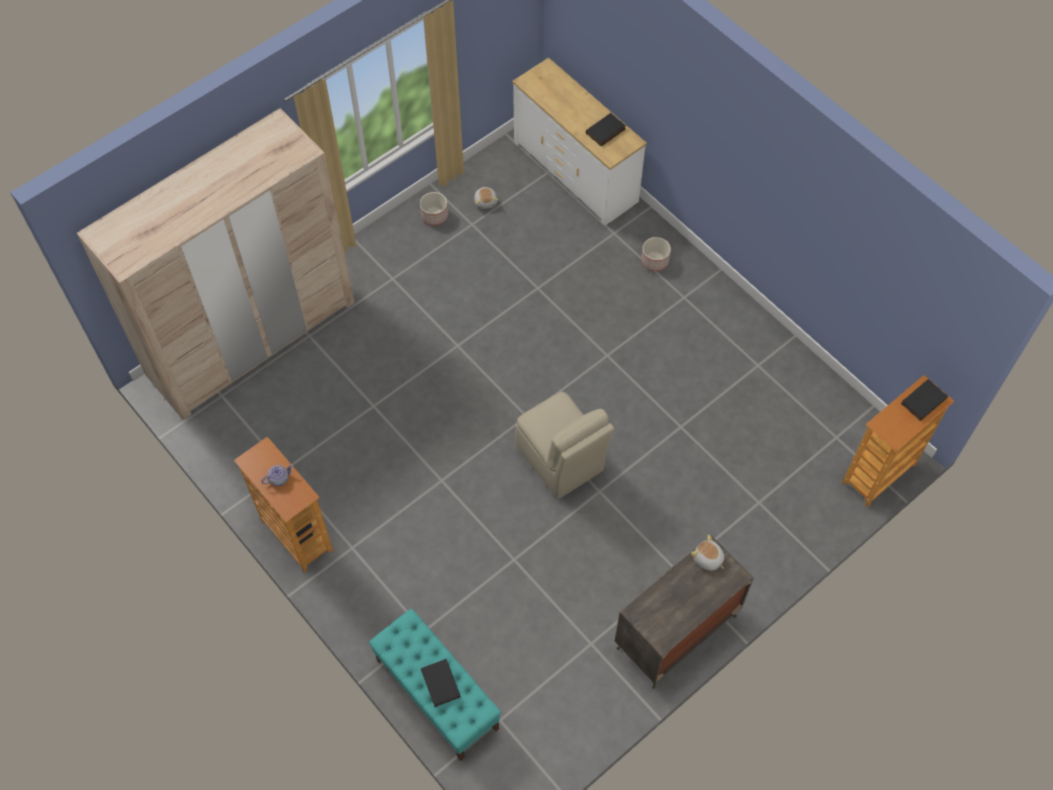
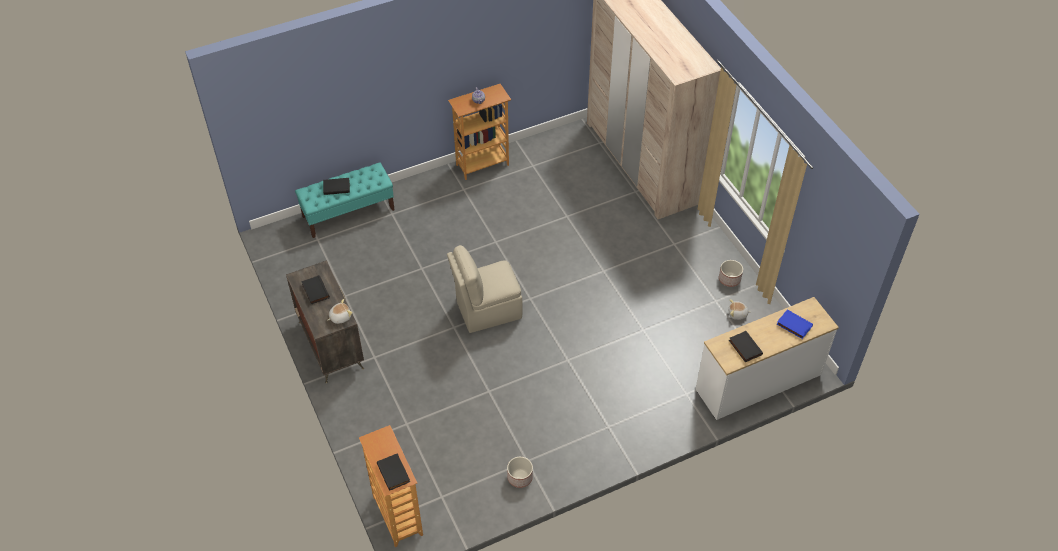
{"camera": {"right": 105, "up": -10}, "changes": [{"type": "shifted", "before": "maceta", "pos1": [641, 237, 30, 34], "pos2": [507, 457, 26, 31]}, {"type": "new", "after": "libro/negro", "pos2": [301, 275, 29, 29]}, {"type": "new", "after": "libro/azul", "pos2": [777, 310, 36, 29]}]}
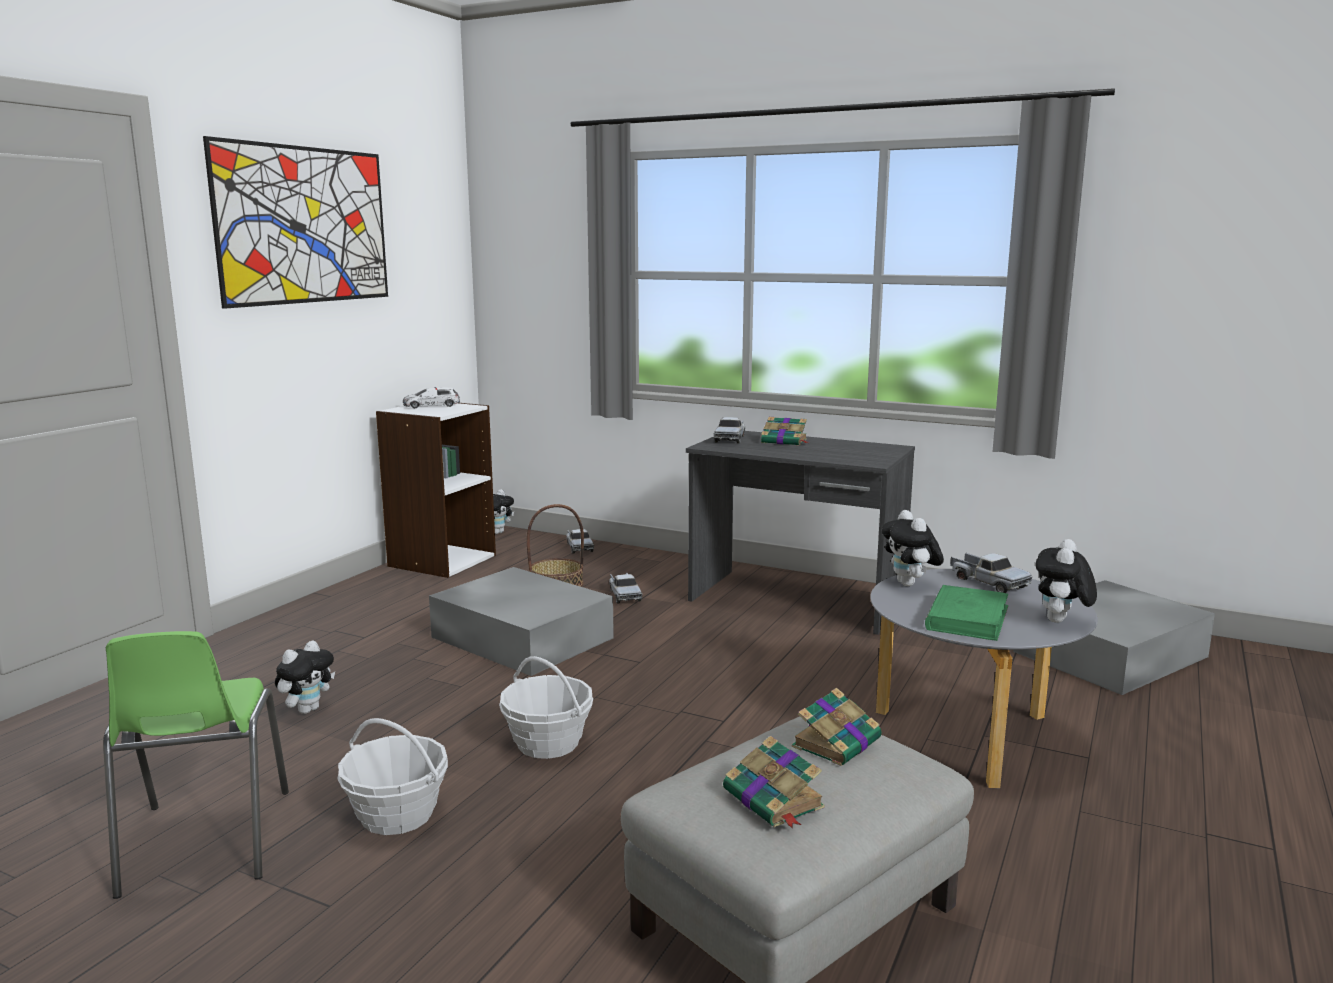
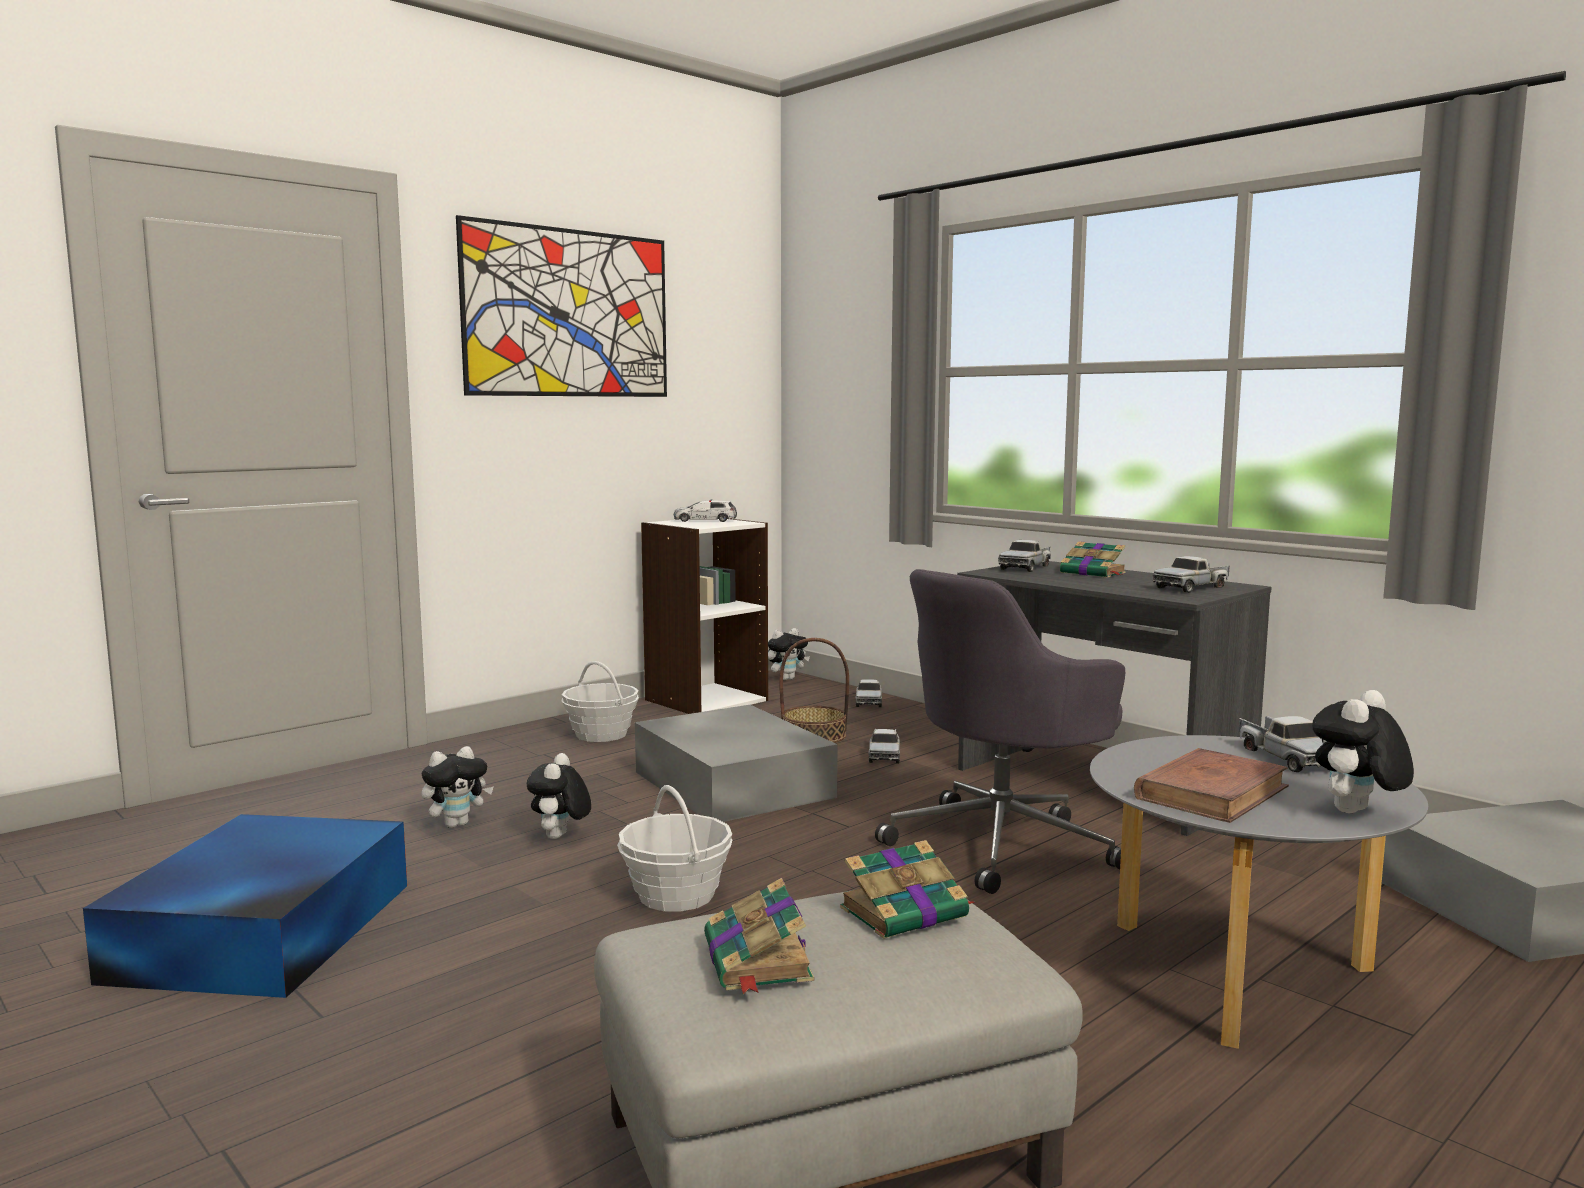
{"camera": {"right": 20, "up": -5}, "changes": [{"type": "swapped", "before": "silla/verde", "after": "caja de almacenaje/azul", "pos1": [103, 631, 186, 268], "pos2": [83, 814, 324, 184]}, {"type": "shifted", "before": "cesta", "pos1": [337, 718, 111, 117], "pos2": [562, 661, 77, 81]}, {"type": "shifted", "before": "peluche", "pos1": [882, 510, 62, 76], "pos2": [527, 753, 64, 86]}, {"type": "repainted", "before": "libro/verde", "after": "libro/marrón", "pos1": [925, 585, 83, 56], "pos2": [1134, 748, 155, 75]}, {"type": "new", "after": "silla de oficina/gris", "pos2": [875, 569, 250, 325]}, {"type": "new", "after": "camión de juguete", "pos2": [1152, 556, 77, 37]}]}
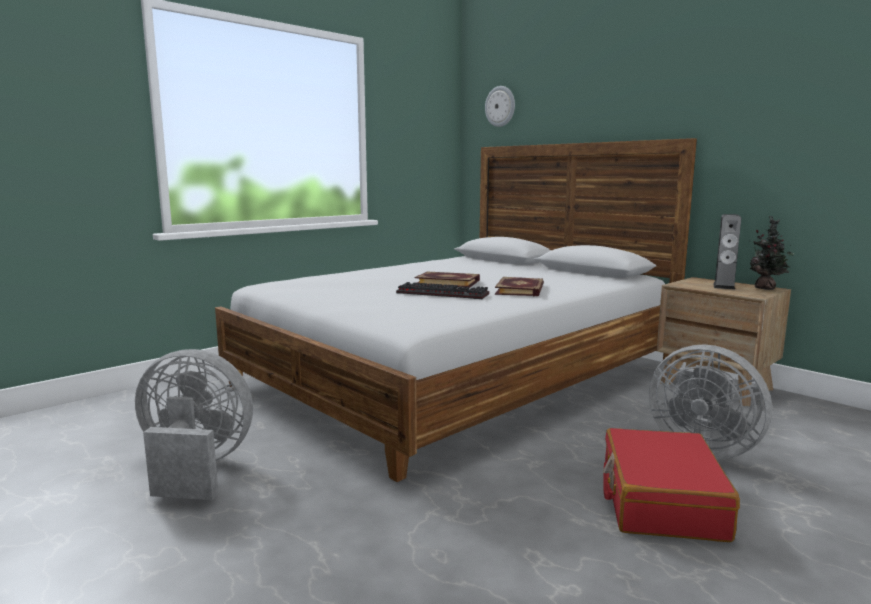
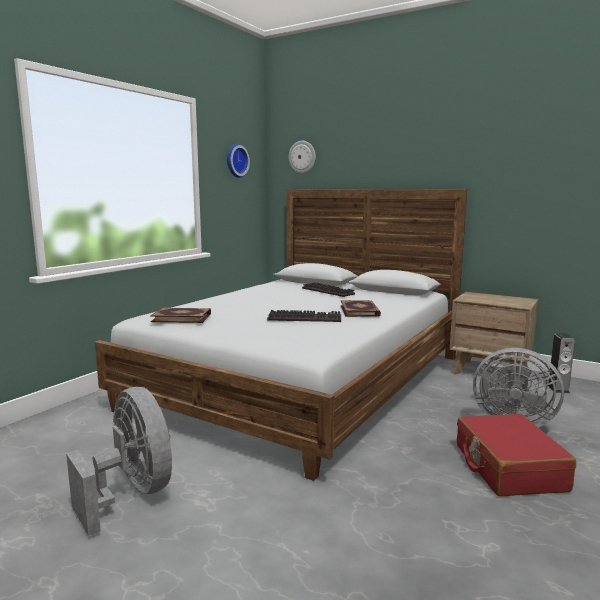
{"camera": {"right": -15, "up": 0}, "changes": [{"type": "rotated", "before": "ventilador/gris", "pos1": [135, 349, 118, 151], "pos2": [66, 387, 106, 149], "turn": 60}, {"type": "shifted", "before": "libro", "pos1": [414, 272, 66, 16], "pos2": [150, 308, 61, 15]}, {"type": "shifted", "before": "altavoz", "pos1": [713, 214, 28, 76], "pos2": [548, 333, 27, 60]}, {"type": "gone", "before": "planta en maceta", "pos1": [750, 216, 45, 74]}, {"type": "new", "after": "reloj de pared", "pos2": [227, 144, 23, 34]}, {"type": "new", "after": "teclado", "pos2": [302, 282, 53, 15]}]}
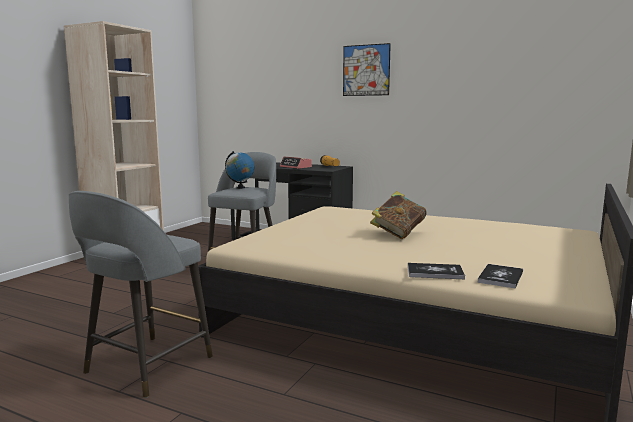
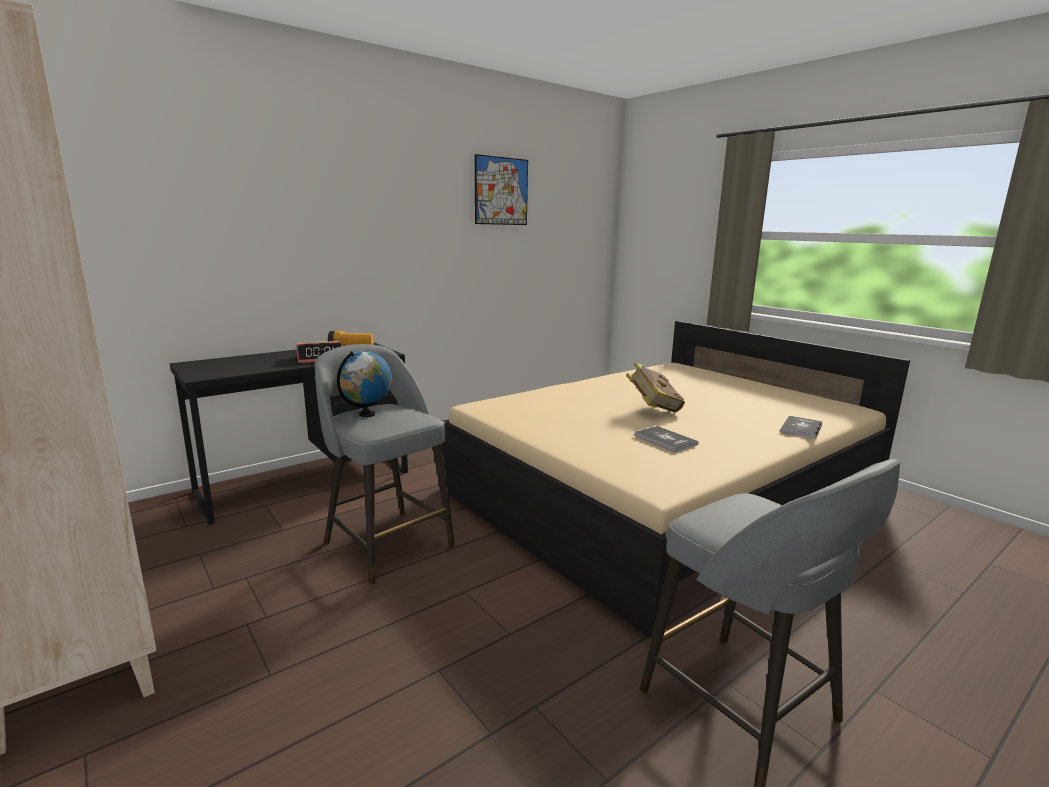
{"camera": {"right": -65, "up": 5}, "changes": [{"type": "shifted", "before": "cuadro", "pos1": [343, 43, 48, 53], "pos2": [475, 154, 53, 71]}, {"type": "shifted", "before": "libro", "pos1": [477, 264, 46, 25], "pos2": [634, 426, 64, 26]}]}
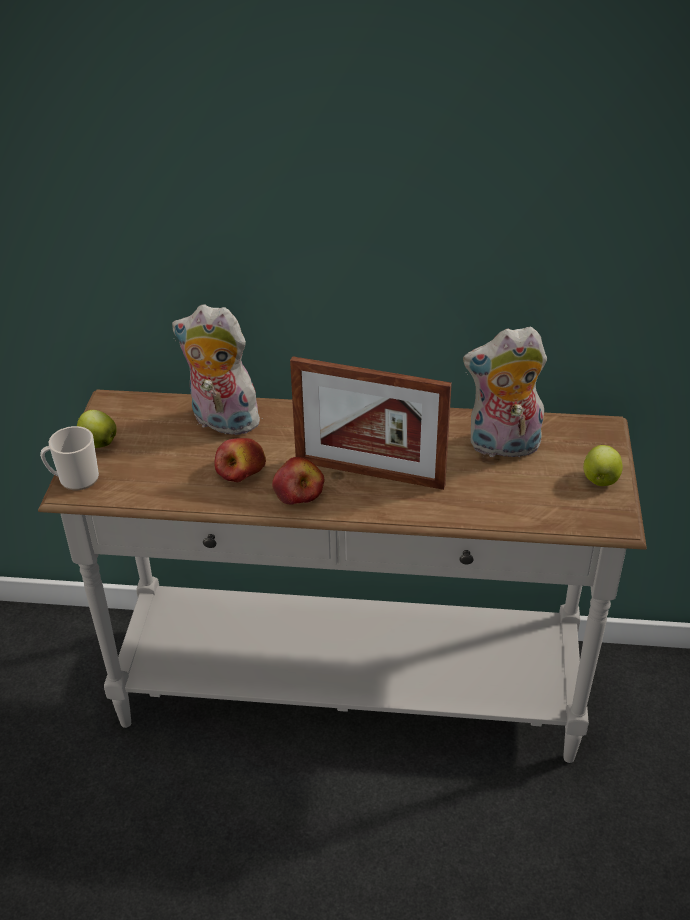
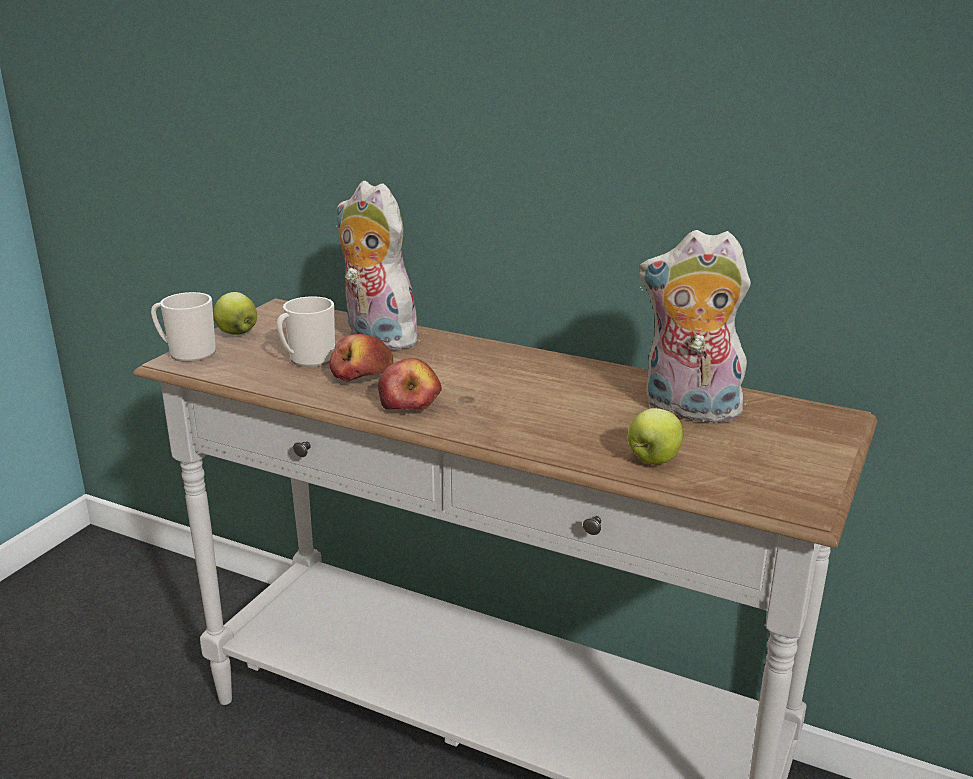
{"camera": {"right": 20, "up": -15}, "changes": [{"type": "gone", "before": "portarretratos", "pos1": [290, 356, 162, 134]}, {"type": "shifted", "before": "manzana", "pos1": [583, 445, 40, 41], "pos2": [628, 408, 56, 57]}, {"type": "new", "after": "taza grande", "pos2": [277, 296, 58, 71]}]}
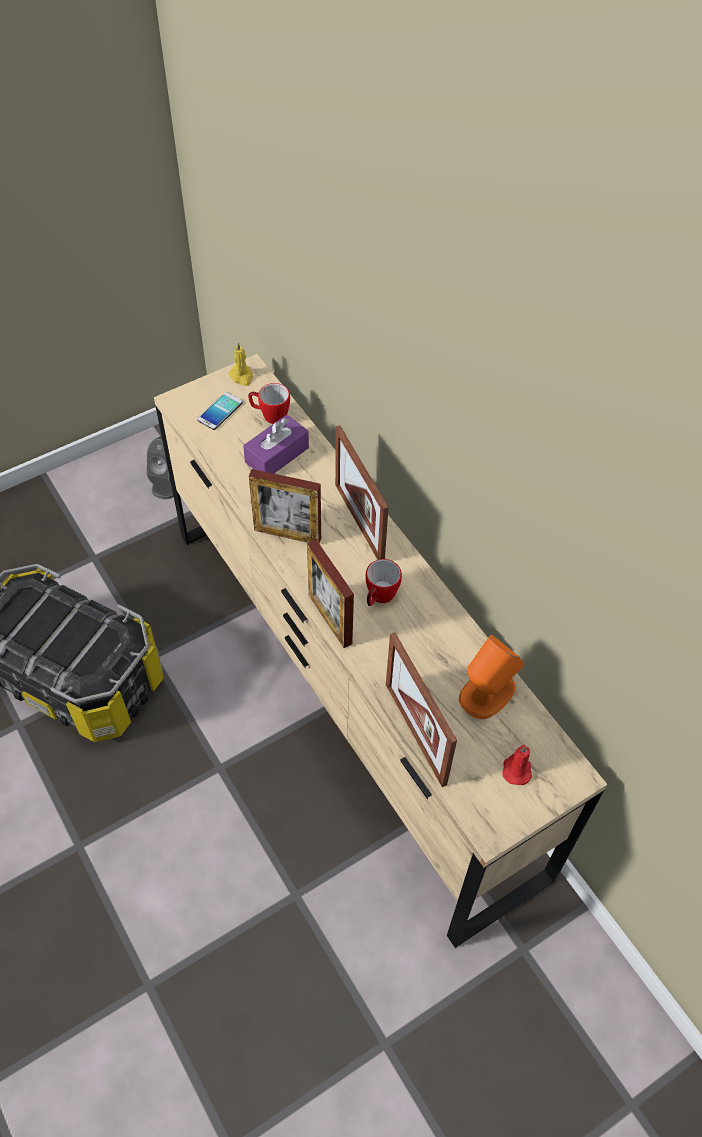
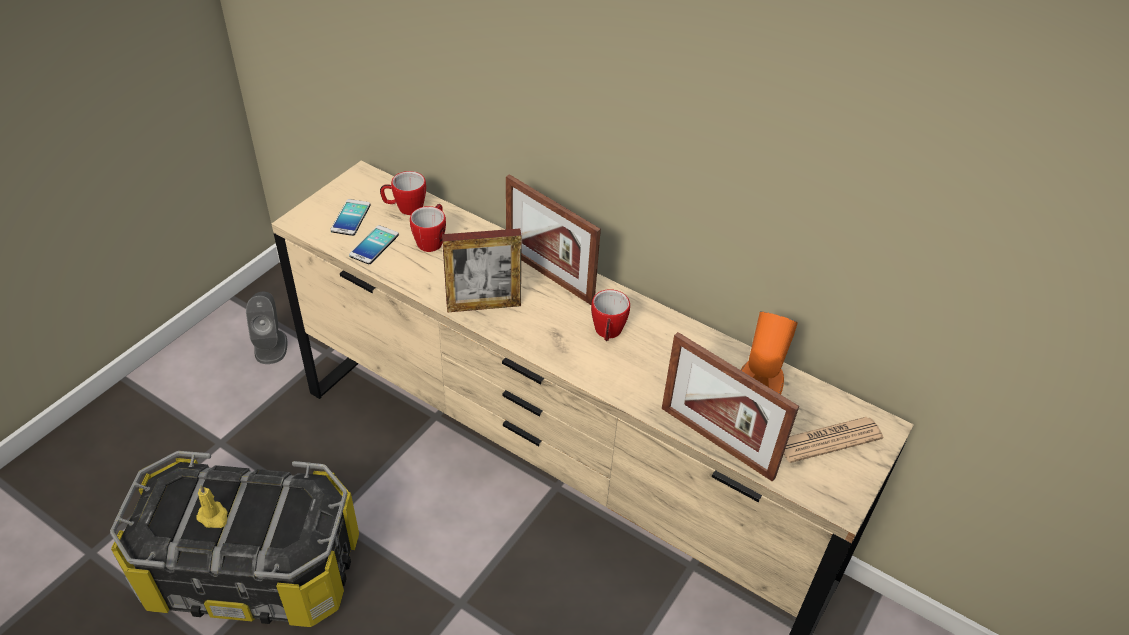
{"camera": {"right": -25, "up": -10}, "changes": [{"type": "shifted", "before": "vela/amarillo", "pos1": [229, 342, 24, 44], "pos2": [196, 485, 32, 43]}, {"type": "swapped", "before": "caja de pañuelos/morado", "after": "taza grande", "pos1": [243, 415, 66, 59], "pos2": [410, 204, 36, 48]}, {"type": "gone", "before": "portarretratos", "pos1": [307, 540, 47, 108]}, {"type": "swapped", "before": "vela/rojo", "after": "periódico", "pos1": [502, 745, 30, 40], "pos2": [784, 417, 99, 46]}, {"type": "new", "after": "móvil", "pos2": [349, 225, 50, 39]}]}
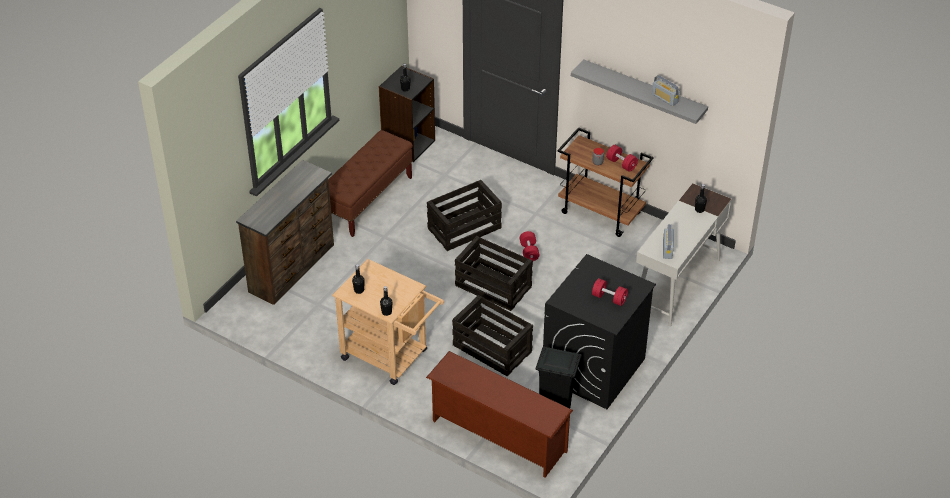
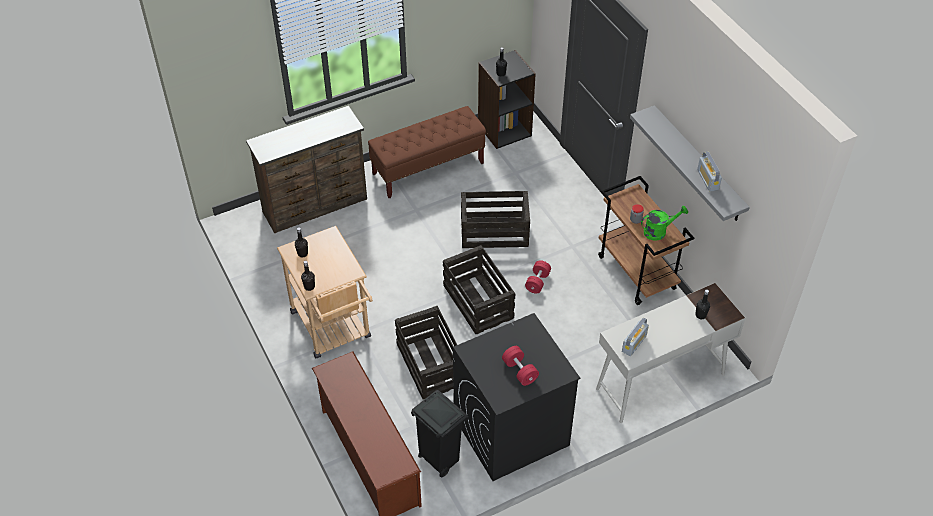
{"camera": {"right": 30, "up": 5}, "changes": [{"type": "swapped", "before": "mancuerna/rojo", "after": "regadera/verde", "pos1": [606, 145, 32, 27], "pos2": [641, 205, 47, 36]}]}
